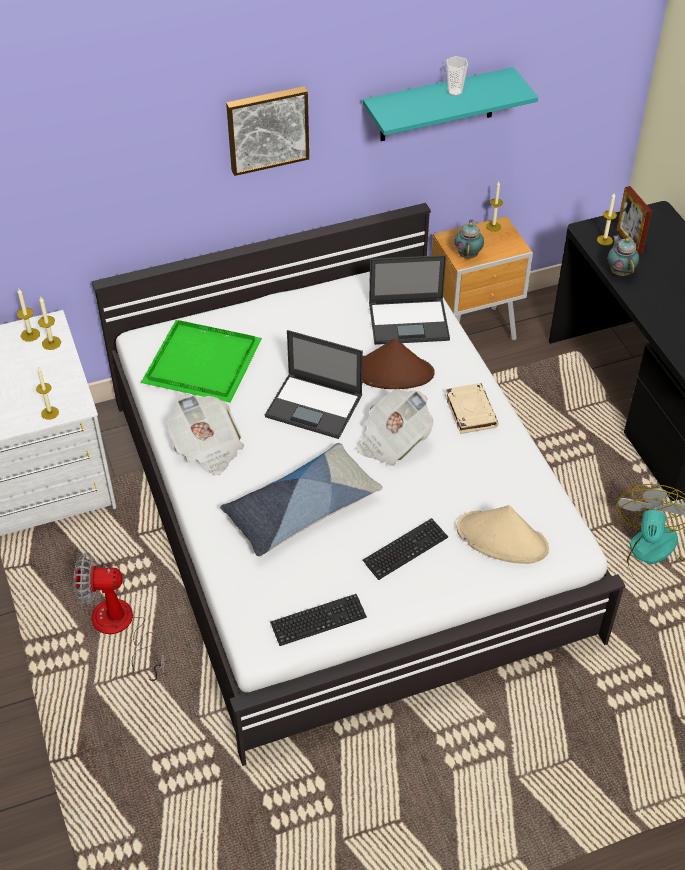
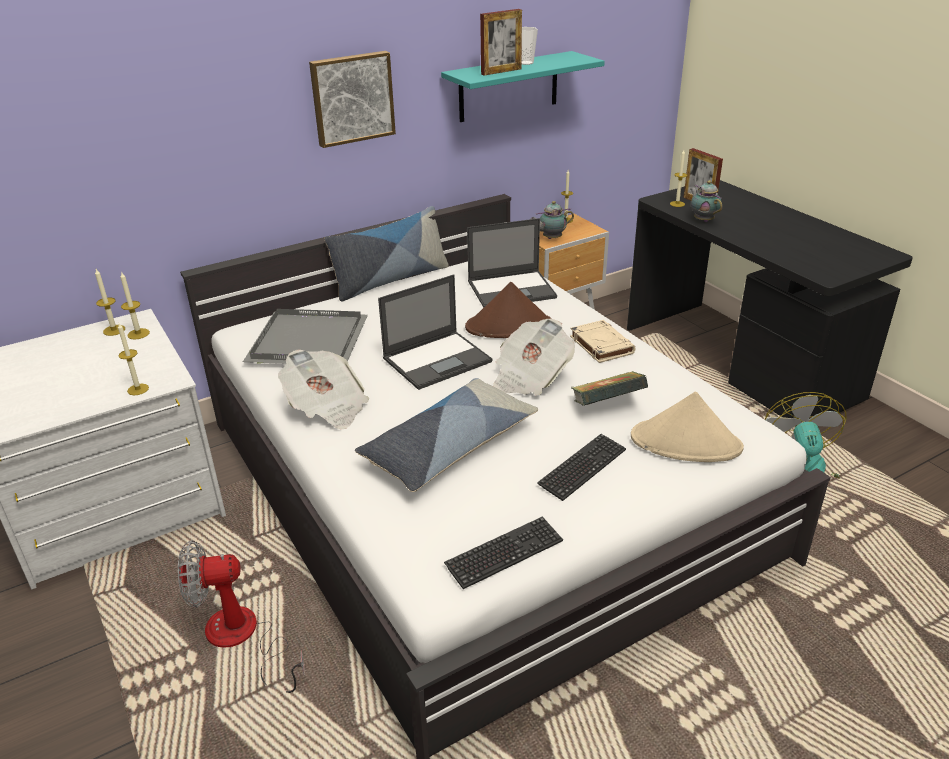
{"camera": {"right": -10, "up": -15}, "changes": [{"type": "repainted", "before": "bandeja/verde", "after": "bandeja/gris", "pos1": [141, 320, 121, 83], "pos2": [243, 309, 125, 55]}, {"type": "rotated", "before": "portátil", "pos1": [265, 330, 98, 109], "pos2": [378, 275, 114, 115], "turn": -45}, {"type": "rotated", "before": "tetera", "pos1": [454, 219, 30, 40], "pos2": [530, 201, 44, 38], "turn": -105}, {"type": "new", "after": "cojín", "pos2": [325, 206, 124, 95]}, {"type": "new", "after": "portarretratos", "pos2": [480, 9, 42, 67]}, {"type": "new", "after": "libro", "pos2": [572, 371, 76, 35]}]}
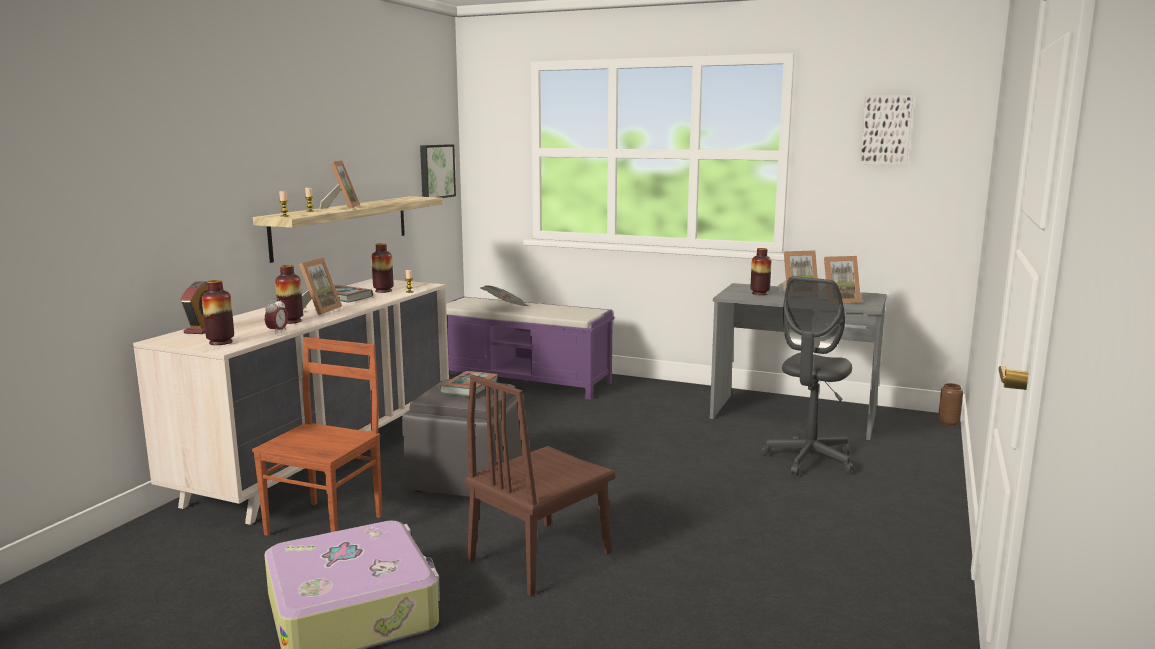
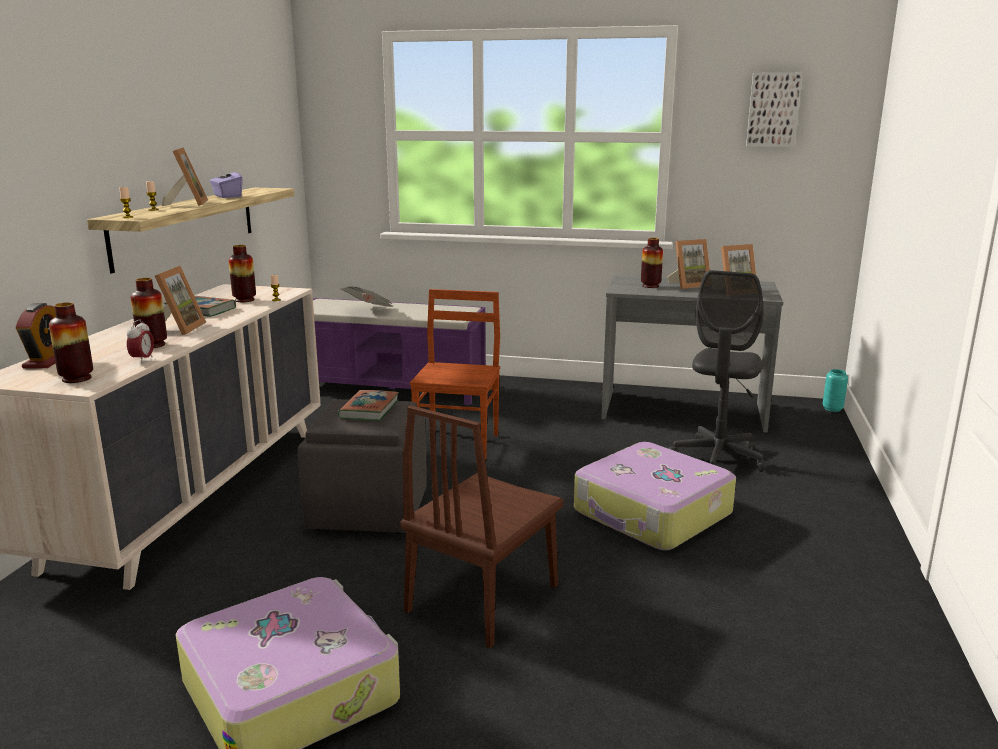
{"camera": {"right": -10, "up": 5}, "changes": [{"type": "shifted", "before": "silla/marrón", "pos1": [252, 337, 130, 199], "pos2": [410, 289, 90, 171]}, {"type": "gone", "before": "cuadro", "pos1": [420, 144, 36, 54]}, {"type": "repainted", "before": "florero/marrón", "after": "florero/turquesa", "pos1": [938, 383, 25, 43], "pos2": [823, 369, 25, 43]}, {"type": "new", "after": "caja de pañuelos/morado", "pos2": [210, 166, 32, 32]}, {"type": "new", "after": "maleta", "pos2": [574, 442, 162, 109]}]}
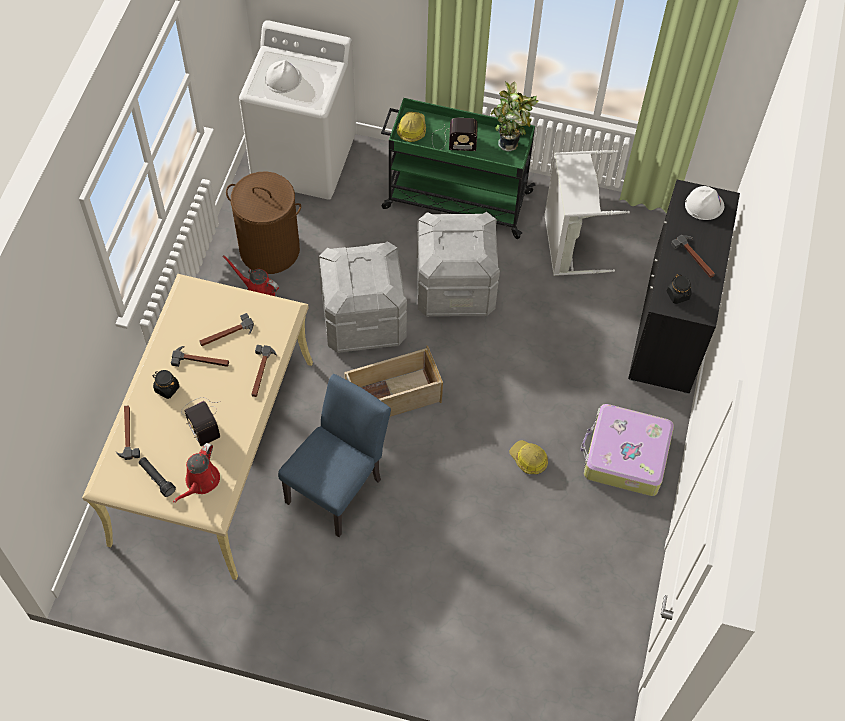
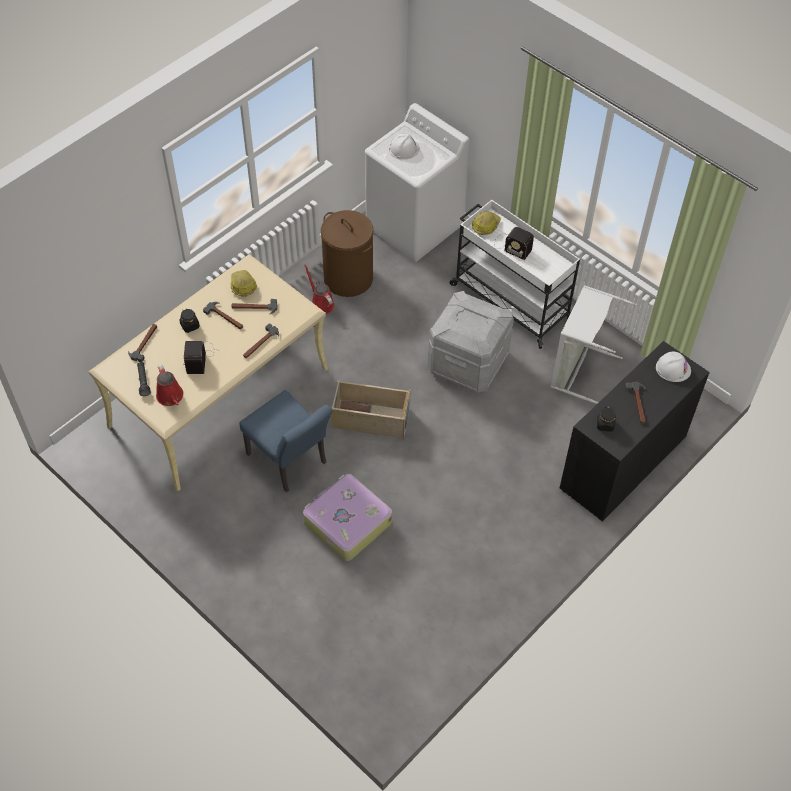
{"camera": {"right": 30, "up": -5}, "changes": [{"type": "rotated", "before": "regadera/rojo", "pos1": [173, 443, 47, 60], "pos2": [156, 365, 27, 41], "turn": -75}, {"type": "rotated", "before": "silla/azul", "pos1": [278, 374, 113, 163], "pos2": [240, 390, 93, 102], "turn": 75}, {"type": "gone", "before": "caja de almacenaje/gris", "pos1": [318, 241, 89, 112]}, {"type": "repainted", "before": "carrito/verde", "after": "carrito/blanco", "pos1": [381, 98, 155, 141], "pos2": [450, 200, 130, 149]}, {"type": "gone", "before": "planta en maceta", "pos1": [491, 81, 48, 71]}, {"type": "shifted", "before": "casco", "pos1": [509, 440, 39, 34], "pos2": [230, 270, 27, 26]}, {"type": "shifted", "before": "maleta", "pos1": [580, 404, 94, 92], "pos2": [303, 474, 89, 87]}]}
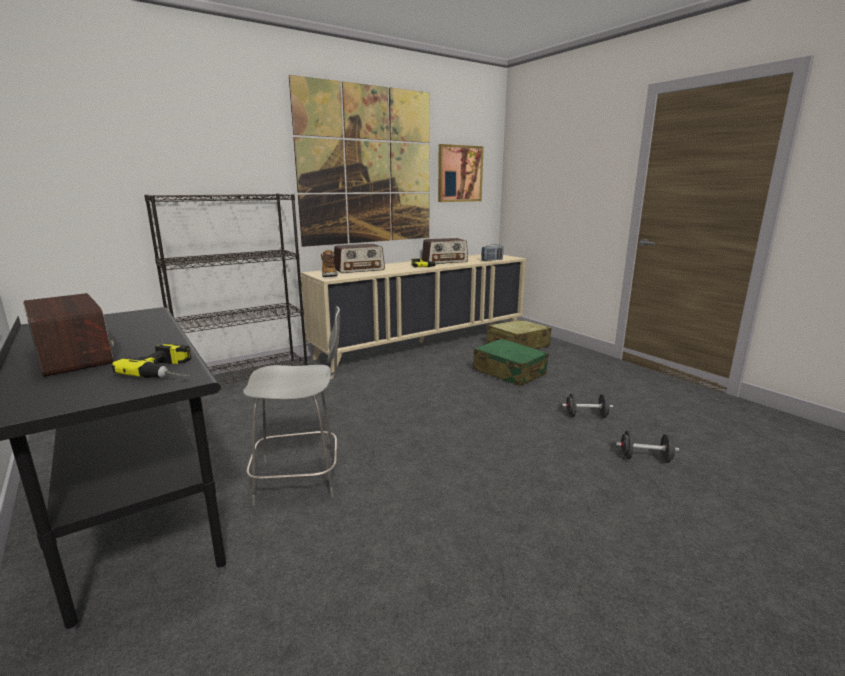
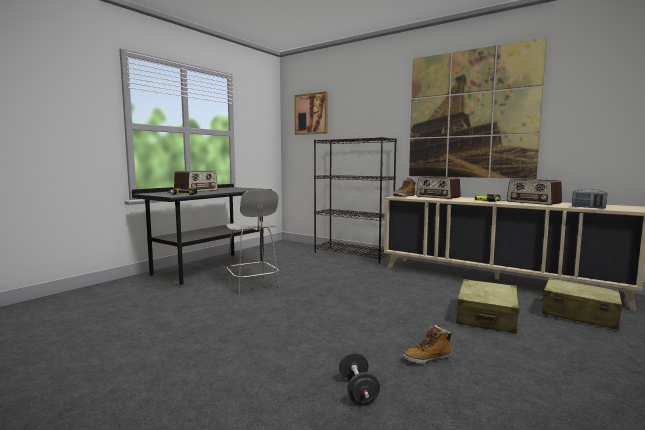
{"camera": {"right": 70, "up": -10}, "changes": [{"type": "shifted", "before": "cuadro", "pos1": [438, 144, 46, 58], "pos2": [294, 91, 34, 44]}, {"type": "repainted", "before": "maleta/verde", "after": "maleta/beis", "pos1": [473, 338, 76, 48], "pos2": [456, 279, 65, 55]}, {"type": "swapped", "before": "mancuerna/negro", "after": "bota", "pos1": [562, 394, 51, 24], "pos2": [403, 324, 49, 40]}]}
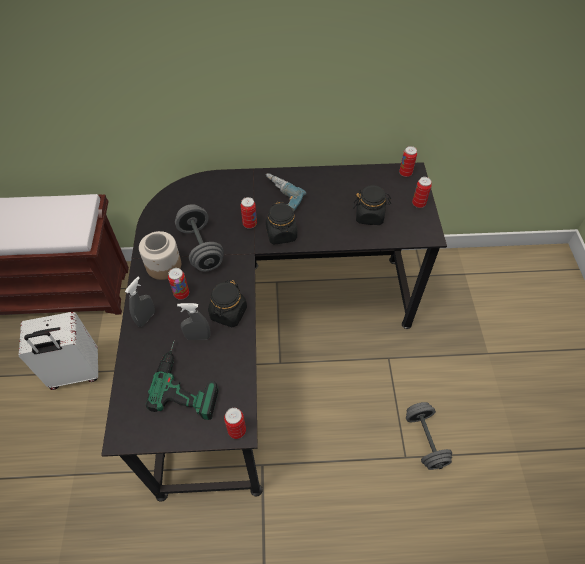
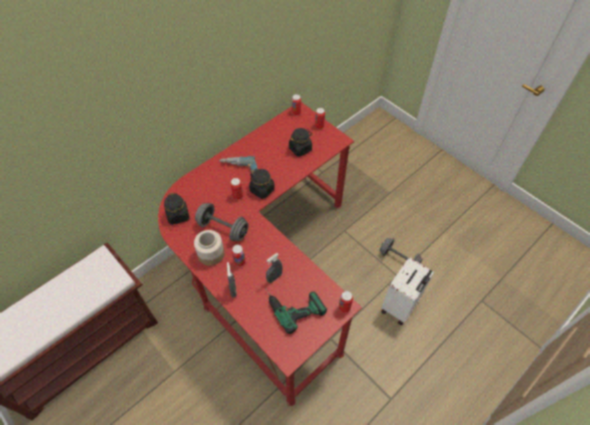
{"camera": {"right": -40, "up": 0}, "changes": [{"type": "shifted", "before": "maleta/blanco", "pos1": [19, 312, 79, 78], "pos2": [381, 257, 53, 68]}, {"type": "repainted", "before": "escritorio/negro", "after": "escritorio/rojo", "pos1": [101, 162, 346, 340], "pos2": [158, 102, 204, 304]}, {"type": "shifted", "before": "tarro/negro", "pos1": [208, 280, 39, 47], "pos2": [164, 193, 26, 32]}]}
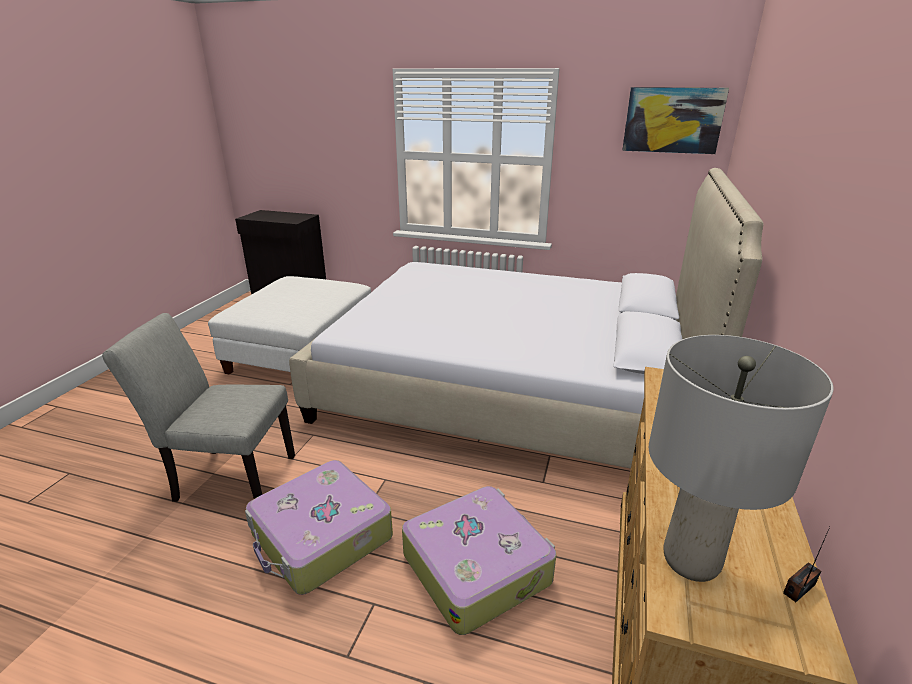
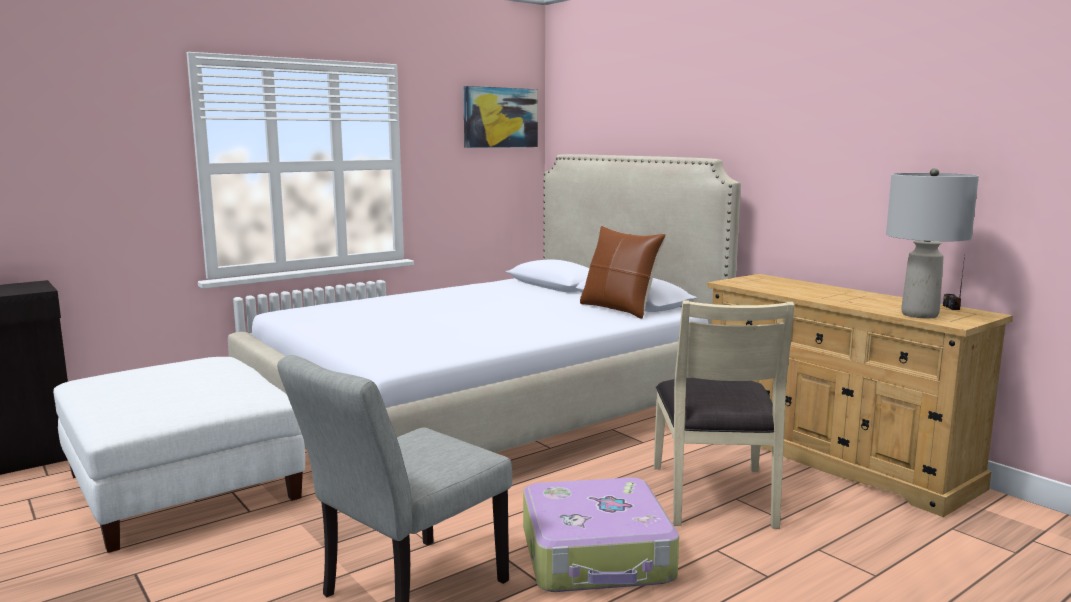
{"camera": {"right": -55, "up": -15}, "changes": [{"type": "swapped", "before": "maleta", "after": "silla/beis", "pos1": [402, 486, 154, 149], "pos2": [654, 300, 141, 229]}, {"type": "new", "after": "cojín/marrón", "pos2": [580, 226, 86, 93]}]}
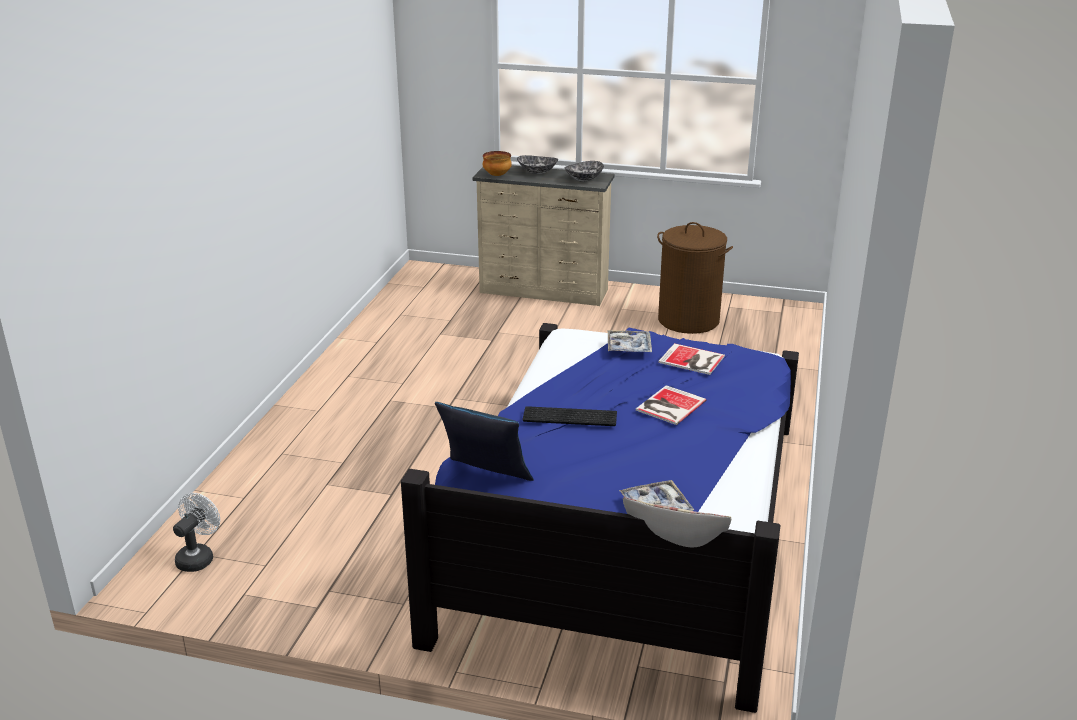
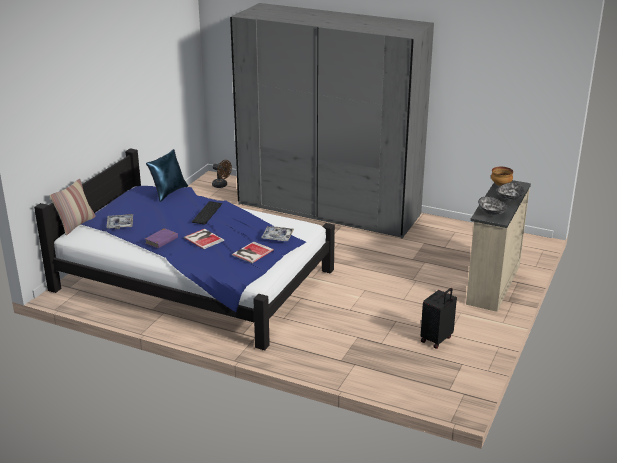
{"camera": {"right": 100, "up": 0}, "changes": [{"type": "repainted", "before": "ventilador/blanco", "after": "ventilador/marrón", "pos1": [173, 493, 47, 79], "pos2": [212, 160, 20, 28]}, {"type": "swapped", "before": "cesto de la ropa/marrón", "after": "maleta/negro", "pos1": [657, 222, 76, 112], "pos2": [421, 288, 36, 61]}, {"type": "new", "after": "libro/morado", "pos2": [145, 228, 33, 20]}, {"type": "new", "after": "armario ropero/gris", "pos2": [230, 3, 204, 236]}]}
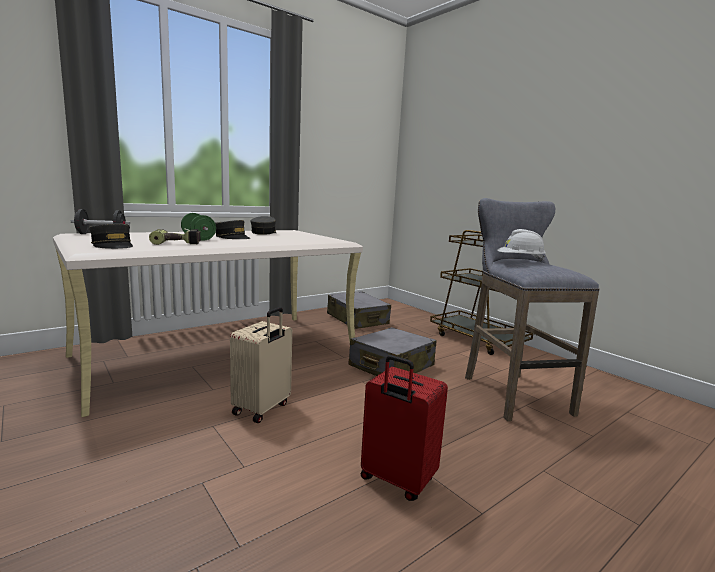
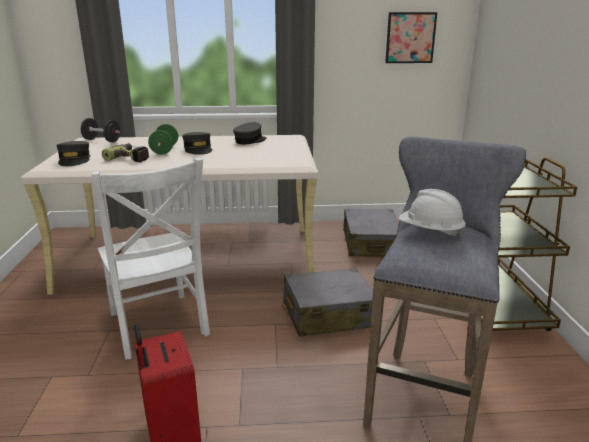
{"camera": {"right": 35, "up": 10}, "changes": [{"type": "swapped", "before": "maleta/beis", "after": "silla/blanco", "pos1": [230, 307, 62, 116], "pos2": [91, 158, 119, 202]}, {"type": "new", "after": "cuadro", "pos2": [385, 12, 52, 51]}]}
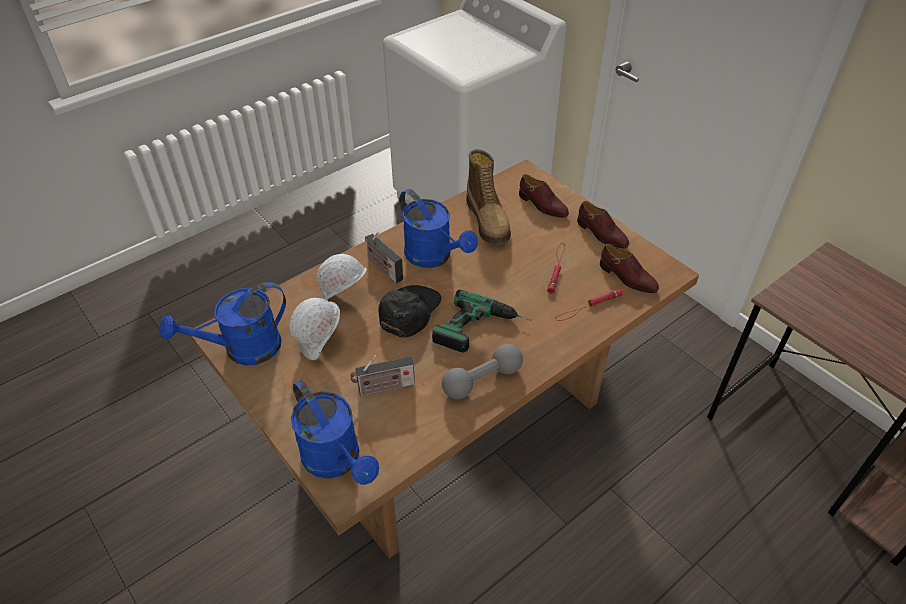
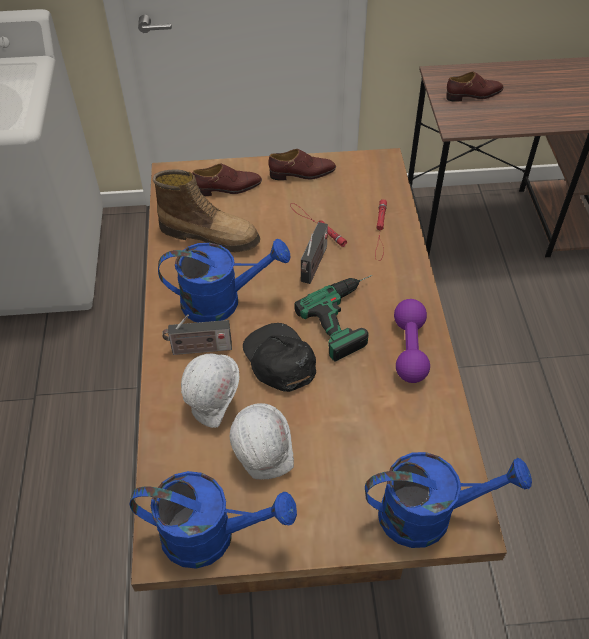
{"camera": {"right": -55, "up": 5}, "changes": [{"type": "rotated", "before": "regadera/azul", "pos1": [159, 282, 127, 84], "pos2": [130, 471, 167, 98], "turn": -90}, {"type": "shifted", "before": "radio", "pos1": [350, 355, 65, 41], "pos2": [301, 222, 27, 62]}, {"type": "repainted", "before": "mancuerna/gris", "after": "mancuerna/morado", "pos1": [442, 344, 81, 55], "pos2": [394, 299, 36, 84]}, {"type": "shifted", "before": "zapato/marrón", "pos1": [600, 244, 59, 49], "pos2": [446, 72, 58, 30]}]}
